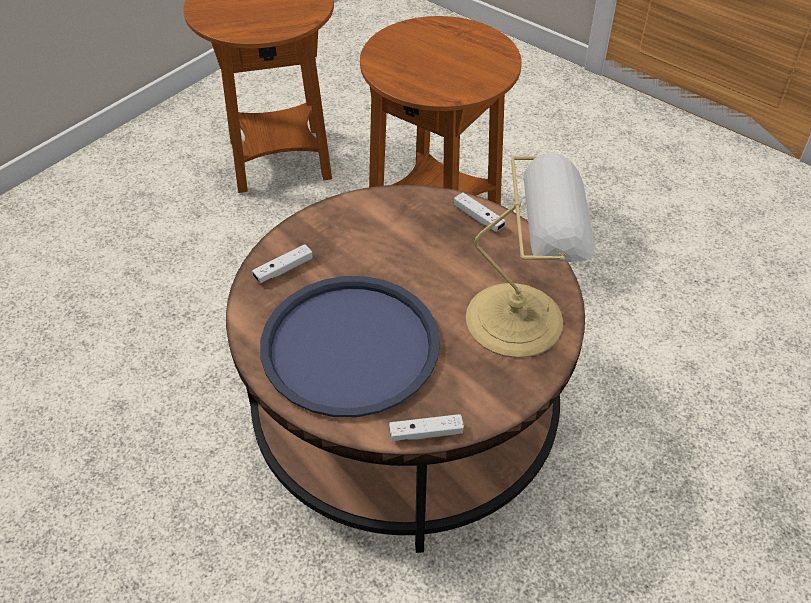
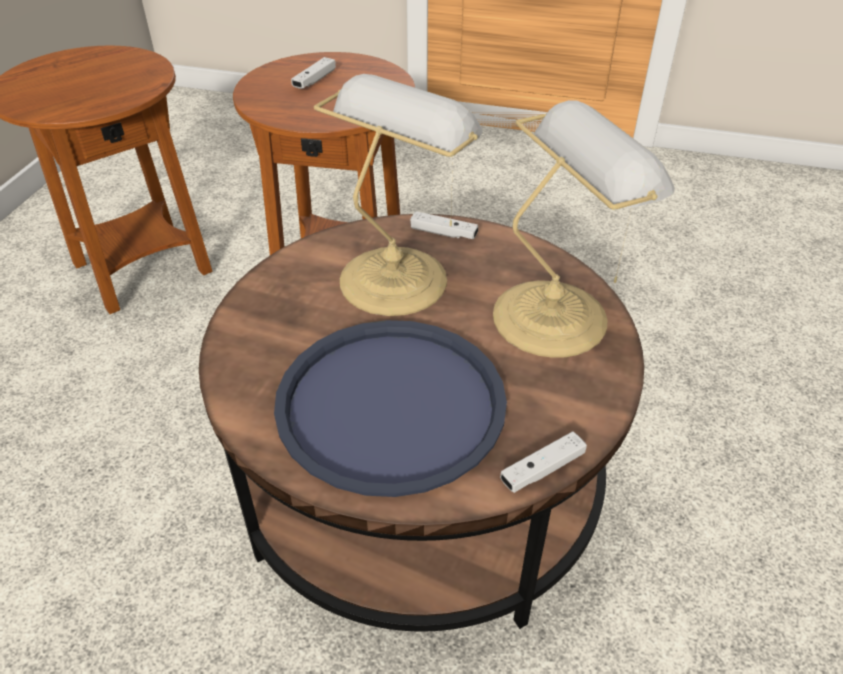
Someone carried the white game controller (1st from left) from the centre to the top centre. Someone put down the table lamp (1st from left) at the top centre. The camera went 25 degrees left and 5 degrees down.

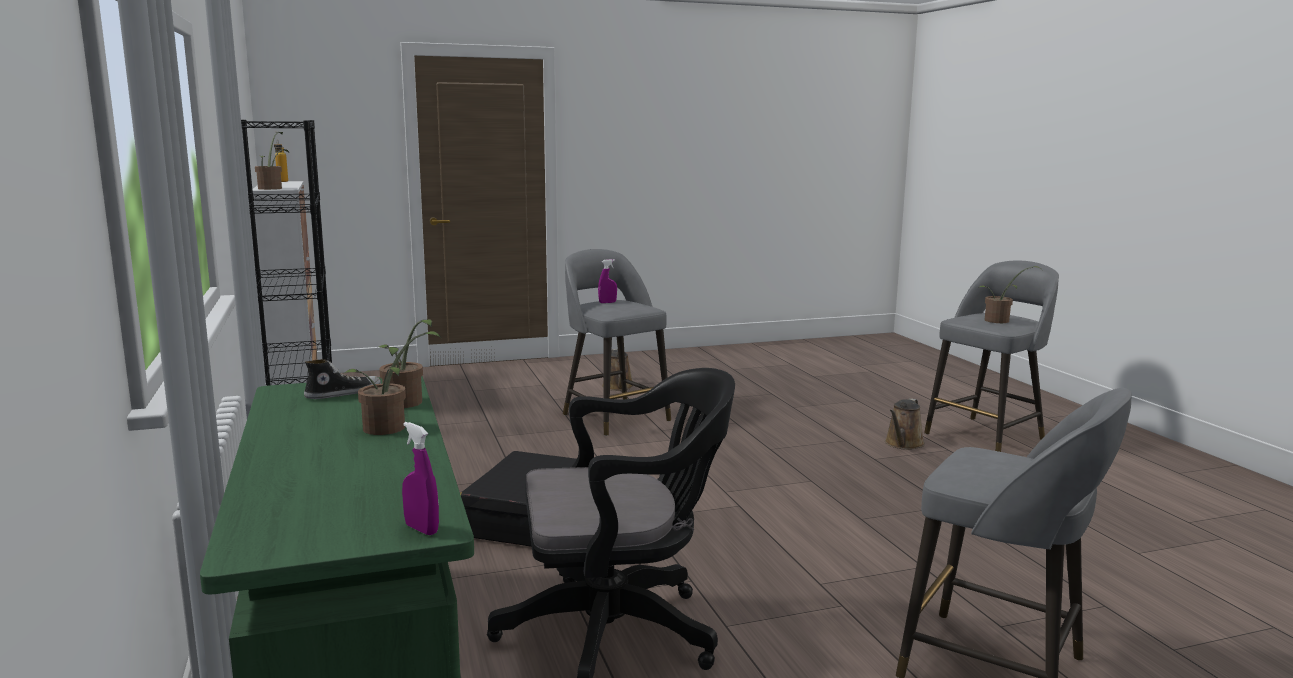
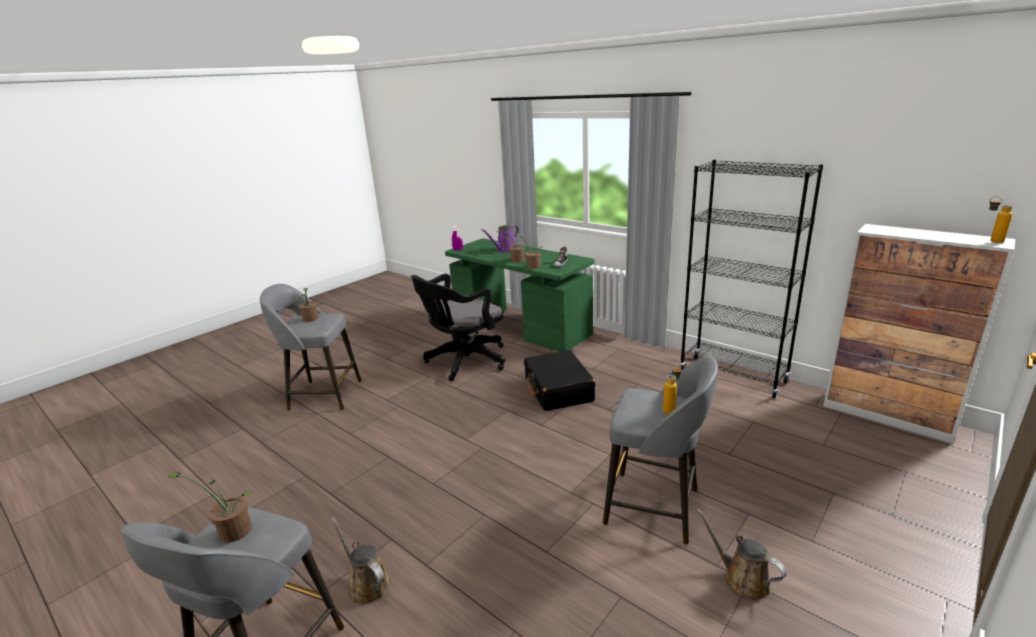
Someone carried the potted plant (1st from left in the first image) from the top left to the middle left. Someone swapped the purple spray bottle (2nd from left) at the centre for the bottle (1st from left) at the centre. Someone rotated the brown watering can (2nd from left in the first image) at the middle right by 45 degrees counterclockwise. Someone put down the purple watering can at the centre. The camera went 150 degrees right and 10 degrees up.

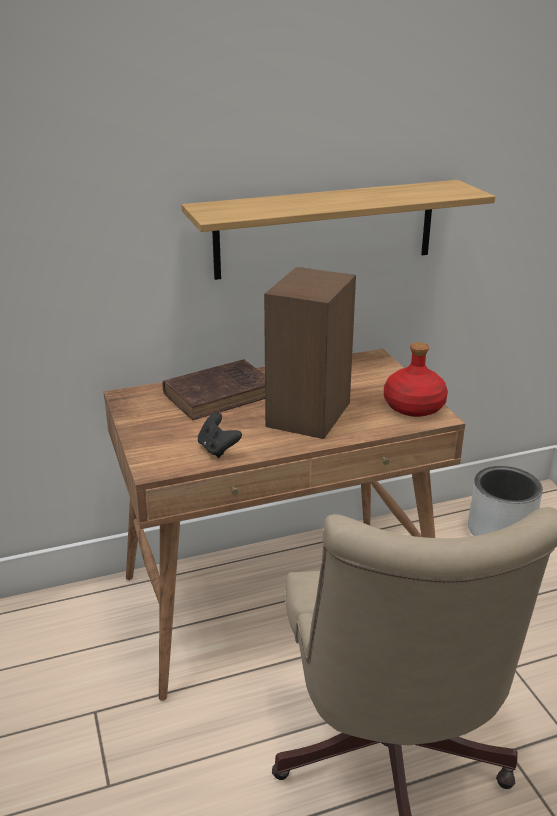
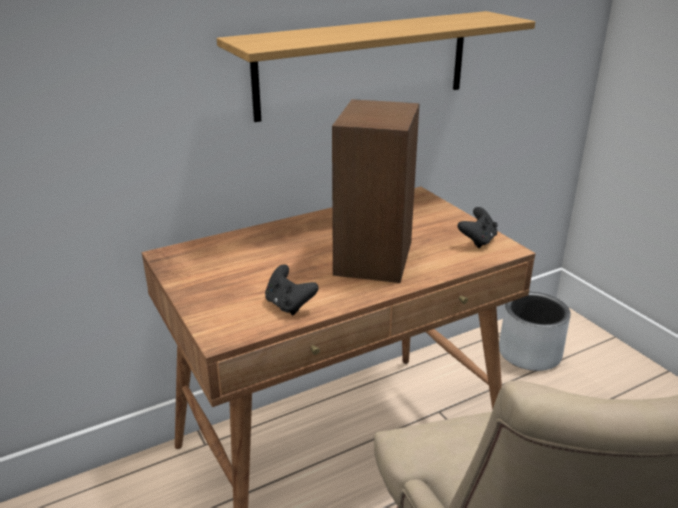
Someone took away the brown book at the centre. Someone swapped the red bottle at the middle right for the black game controller (2nd from left) at the middle right. The camera went 10 degrees left and 0 degrees up.

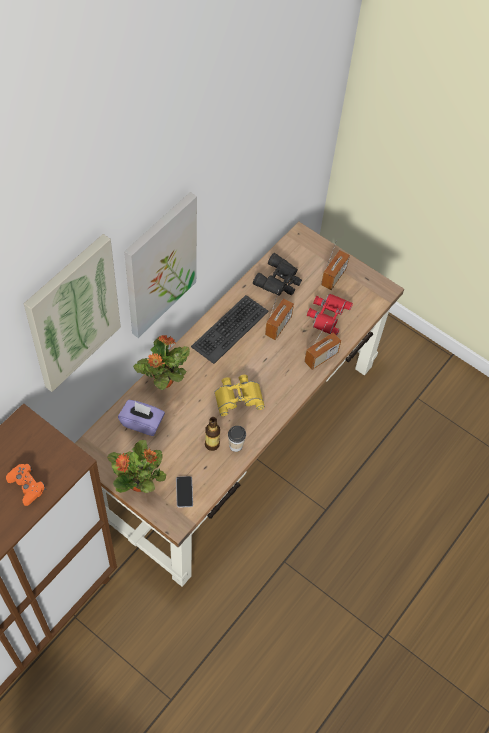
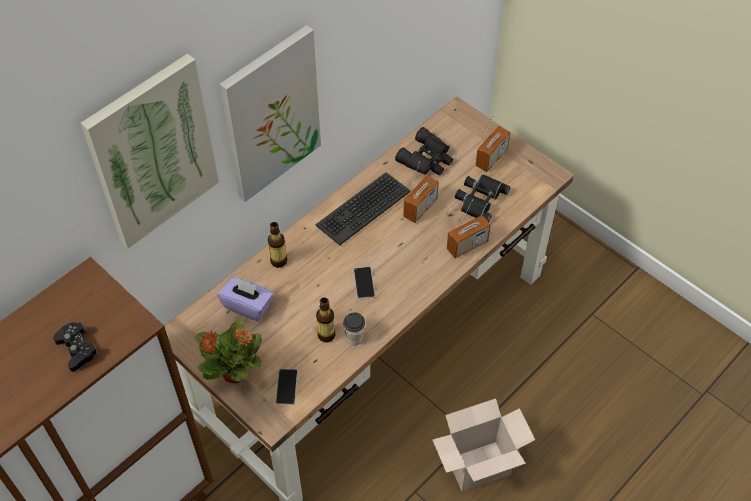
Someone repainted the orange game controller at the middle left, which became the black game controller at the bottom left. Someone swapped the potted plant (2nd from left) at the middle left for the bottle (1st from left) at the centre. Someone swapped the yellow binoculars at the centre for the phone (2nd from left) at the centre. Someone repainted the red binoculars at the middle right, which became the black binoculars (2nd from left) at the centre. Someone put down the cardboard box at the bottom centre. The camera went 10 degrees right and 5 degrees down.

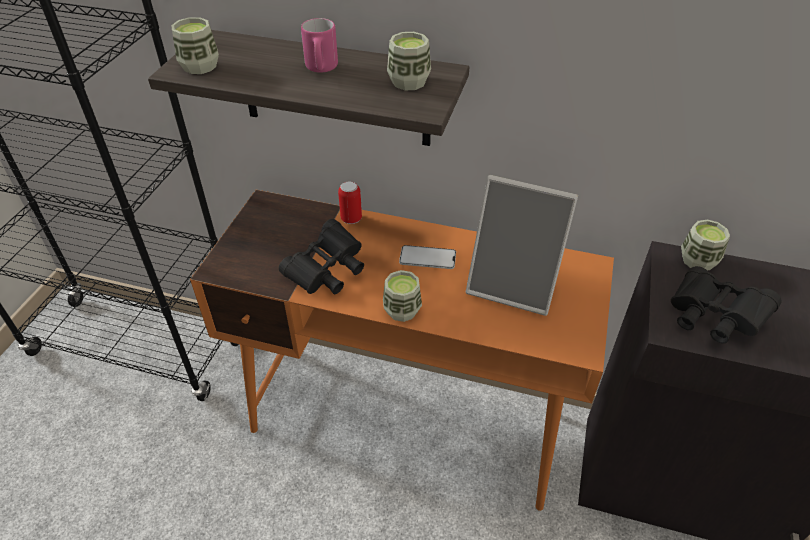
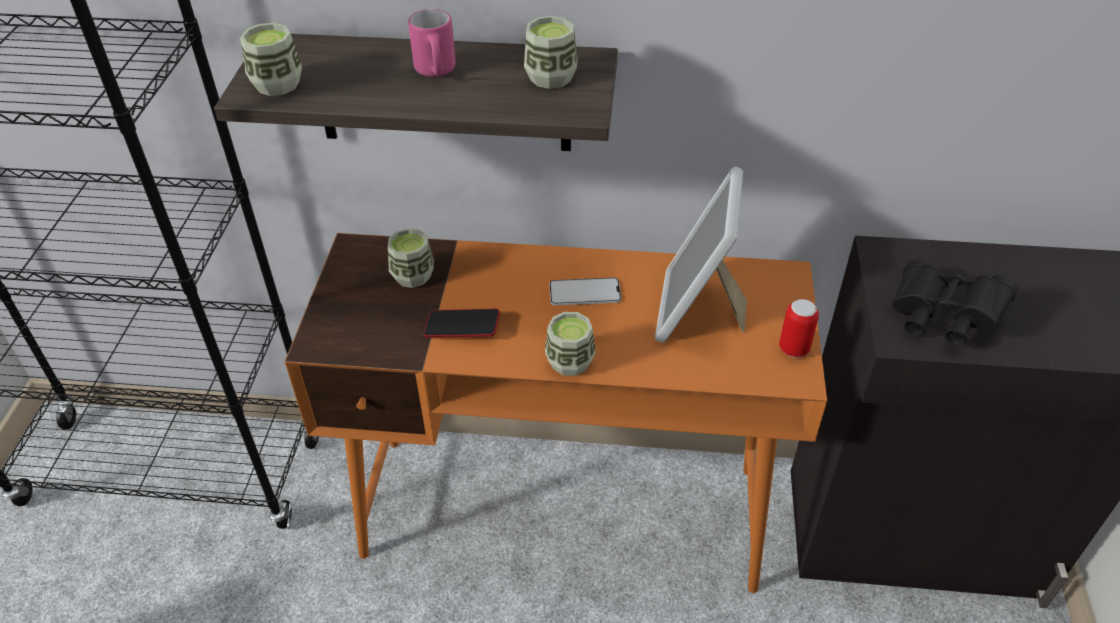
Someone swapped the black binoculars (1st from left) at the centre for the phone (1st from left) at the centre. Someone carried the can from the centre to the middle right. Someone rotated the picture frame at the centre by 90 degrees clockwise. Someone carried the cup (4th from left in the first image) from the middle right to the centre. The camera went 10 degrees left and 0 degrees up.

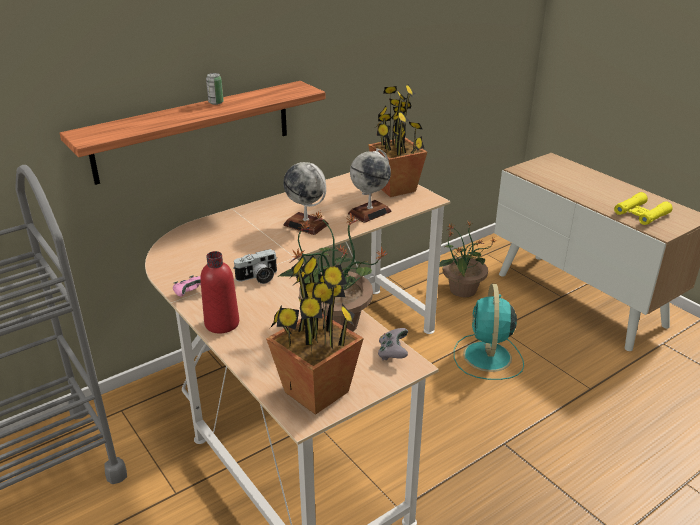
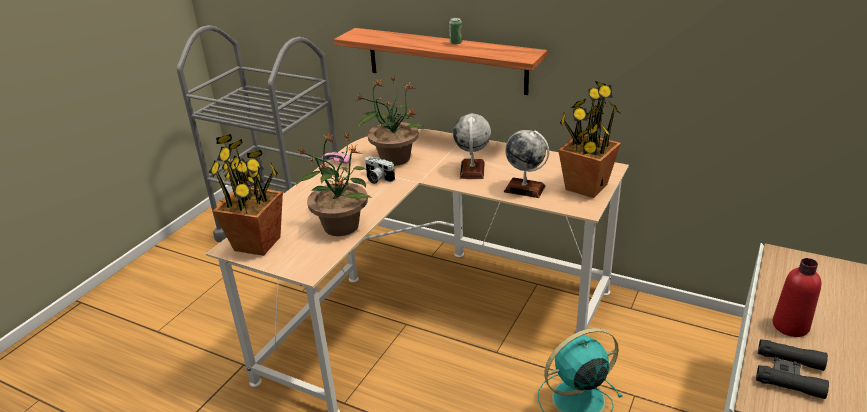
Someone carried the red bottle from the middle left to the bottom right. Someone took away the grey game controller at the centre. Someone carried the potted plant (4th from left in the first image) from the middle right to the top centre. Someone repainted the yellow binoculars at the middle right, which became the black binoculars at the bottom right. The camera went 65 degrees right and 0 degrees up.

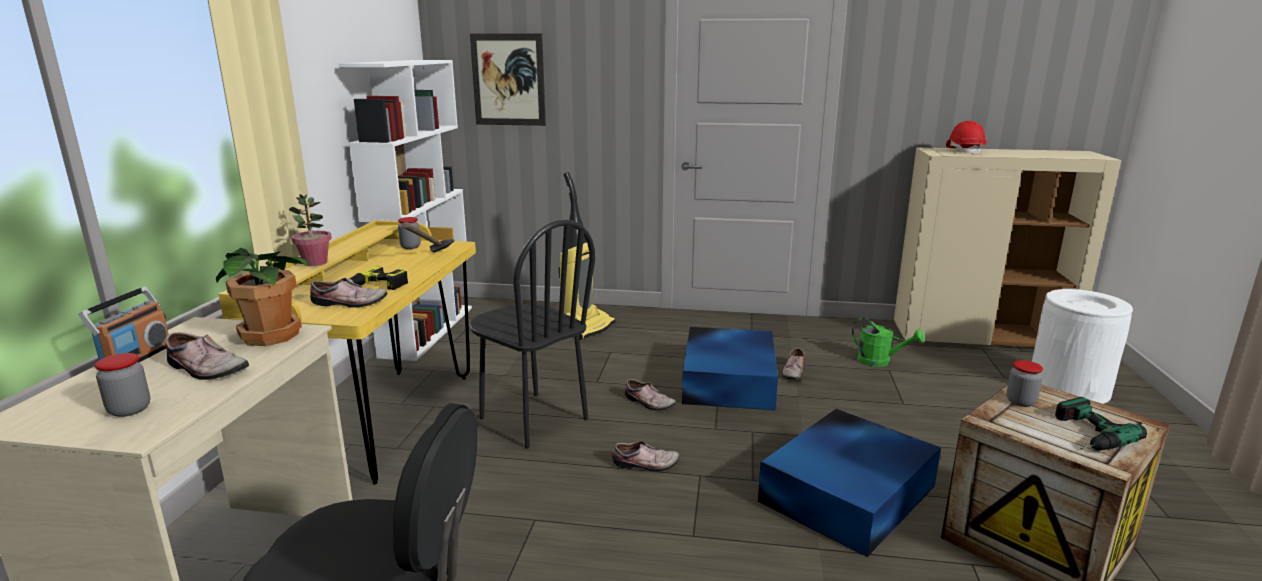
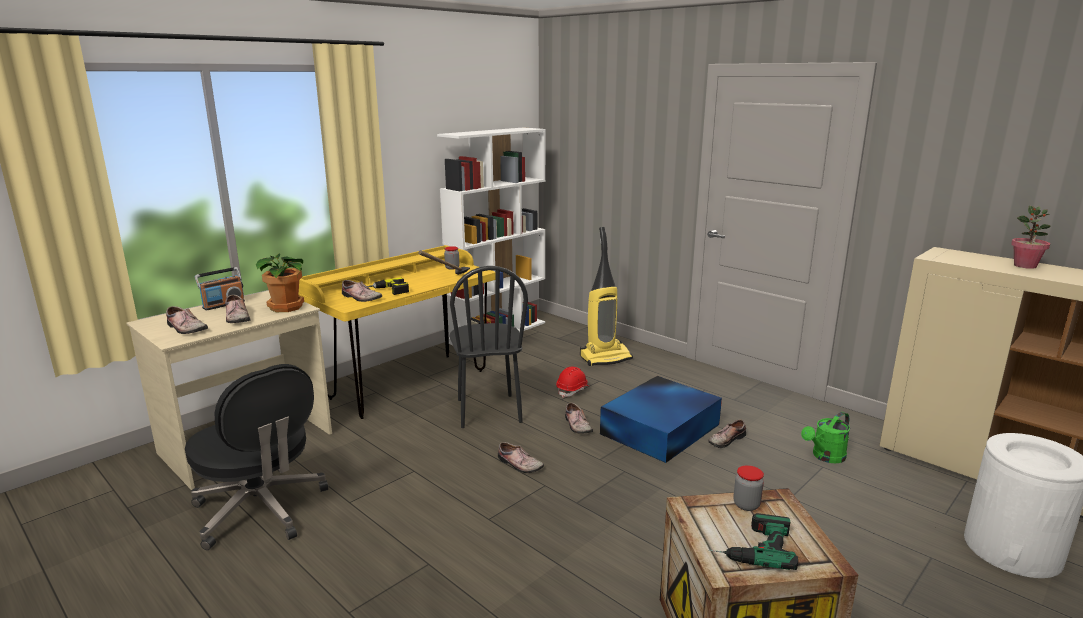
Someone swapped the jar (1st from left) at the middle left for the shoe (1st from left) at the middle left. Someone carried the potted plant (2nd from left) from the middle left to the middle right. Someone took away the picture at the top centre. Someone took away the blue storage box (2nd from left) at the bottom right. Someone rotated the green watering can at the middle right by 75 degrees clockwise. Someone carried the red hard hat from the top right to the centre. The camera went 35 degrees right and 0 degrees up.

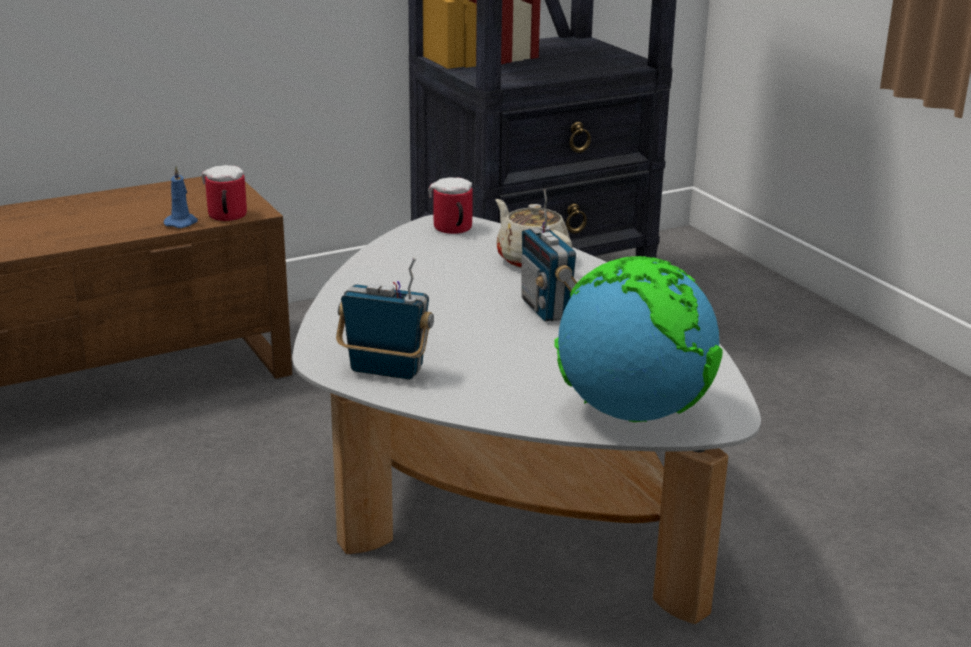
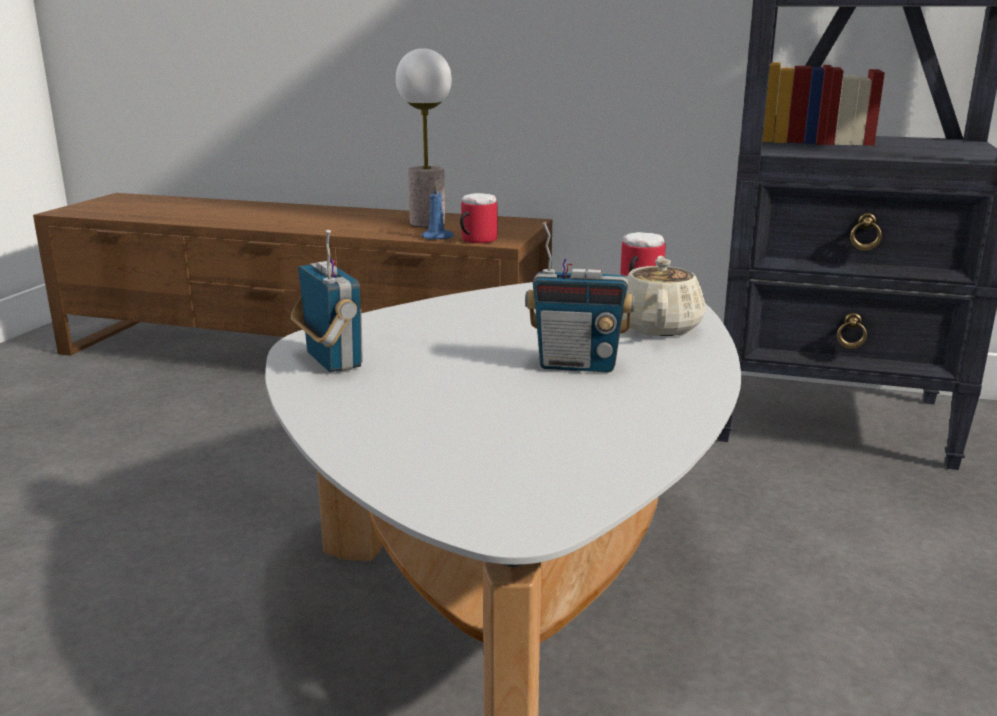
Someone rotated the radio (2nd from left) at the centre by 105 degrees counterclockwise. Someone took away the globe at the centre. Someone put down the table lamp at the top centre. The camera went 45 degrees right and 5 degrees down.

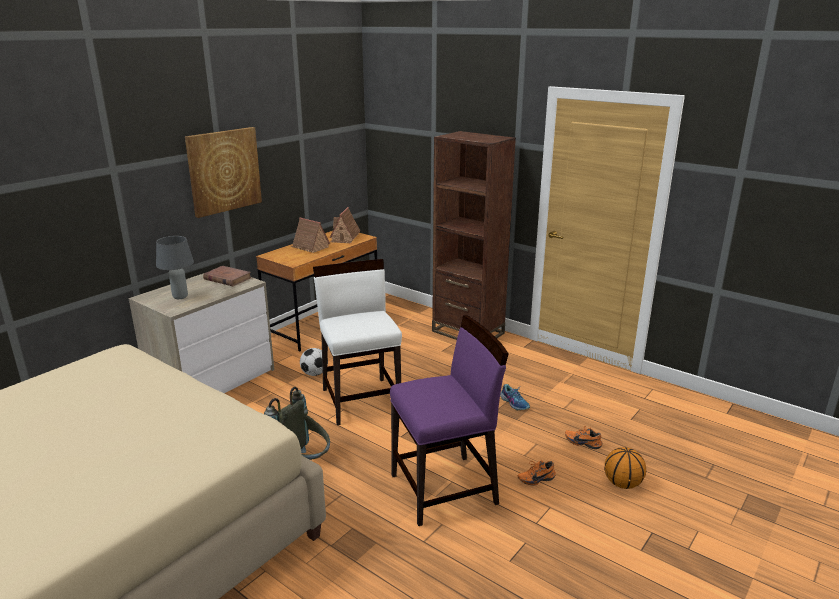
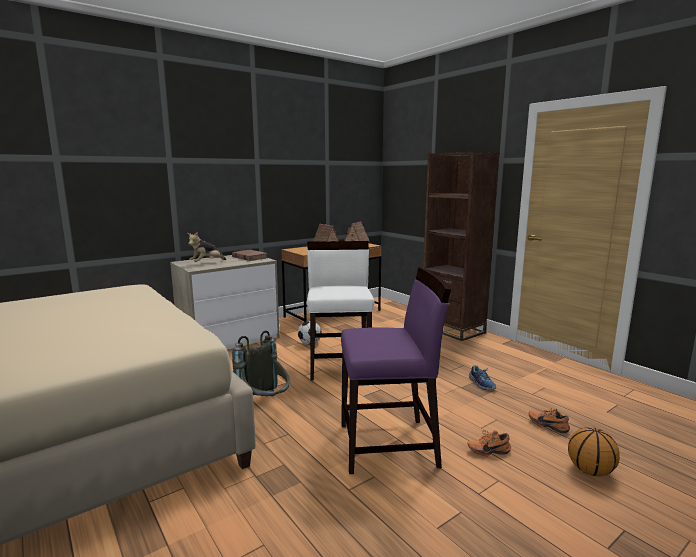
Someone swapped the grey table lamp at the middle left for the plush toy at the middle left. Someone took away the picture at the top left. The camera went 15 degrees right and 10 degrees down.

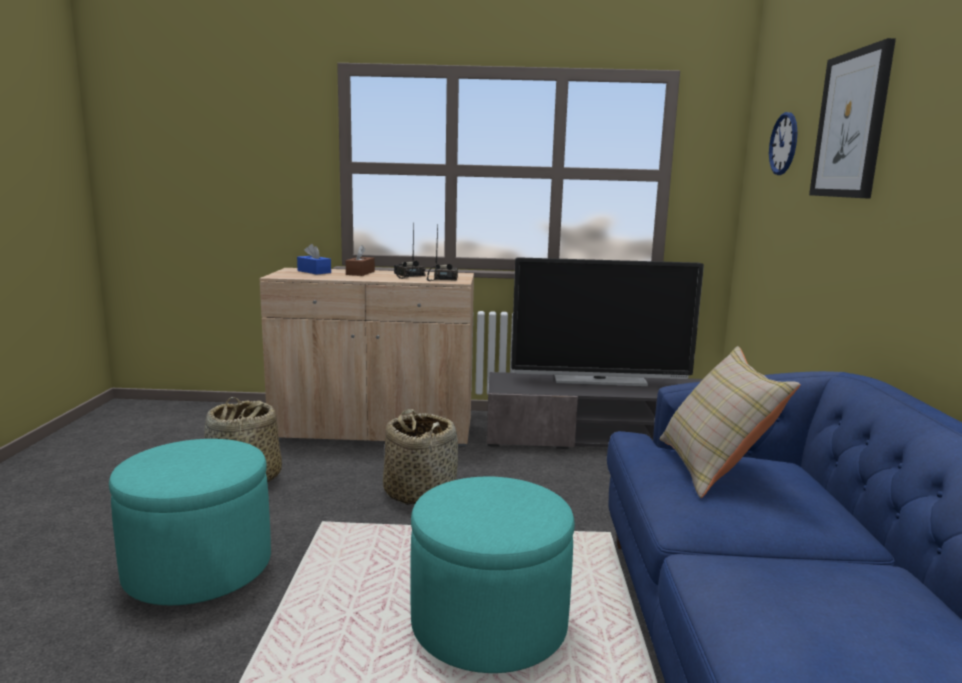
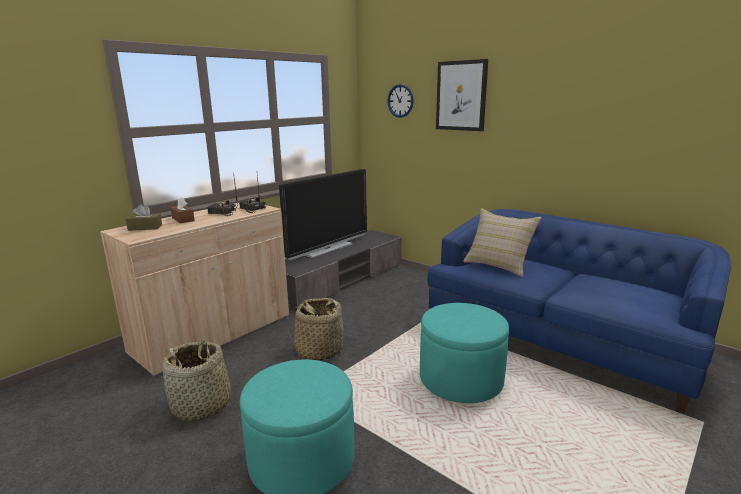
Someone repainted the blue tissue box at the middle left, which became the brown tissue box (1st from left) at the middle left. The camera went 50 degrees left and 5 degrees up.

